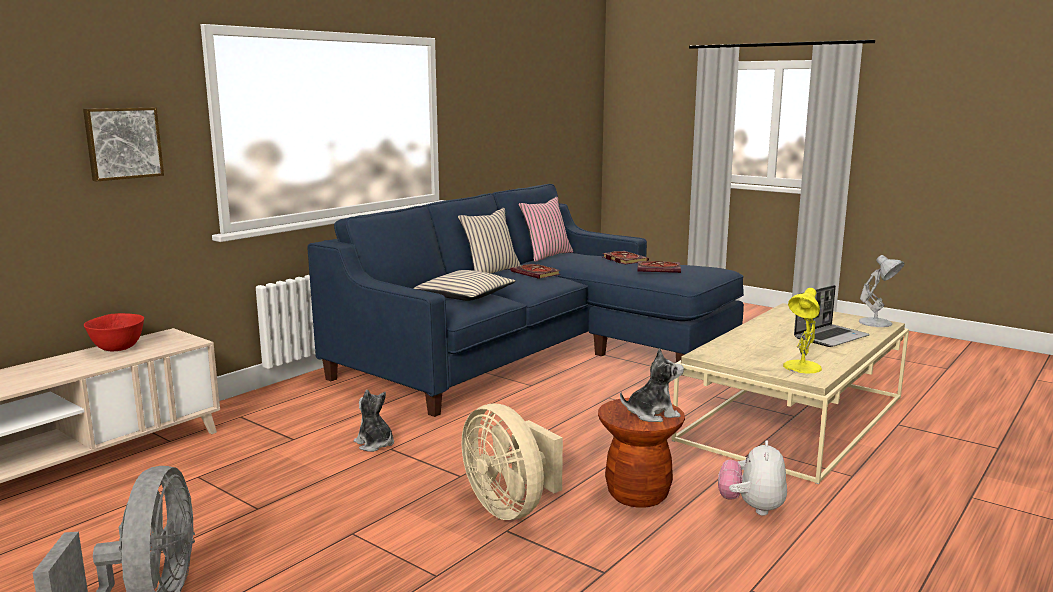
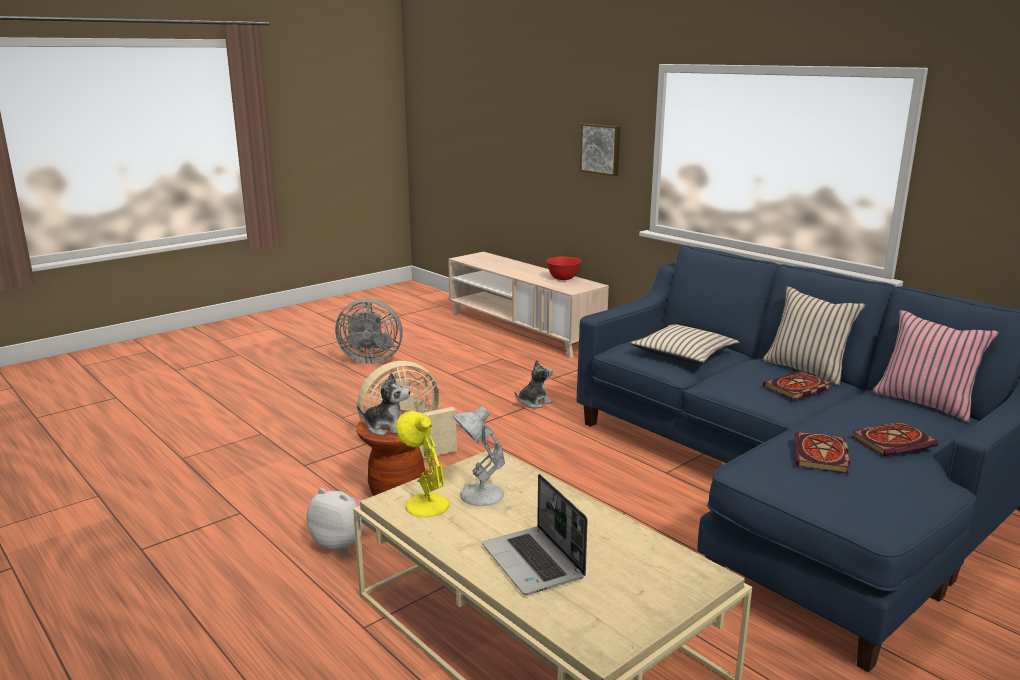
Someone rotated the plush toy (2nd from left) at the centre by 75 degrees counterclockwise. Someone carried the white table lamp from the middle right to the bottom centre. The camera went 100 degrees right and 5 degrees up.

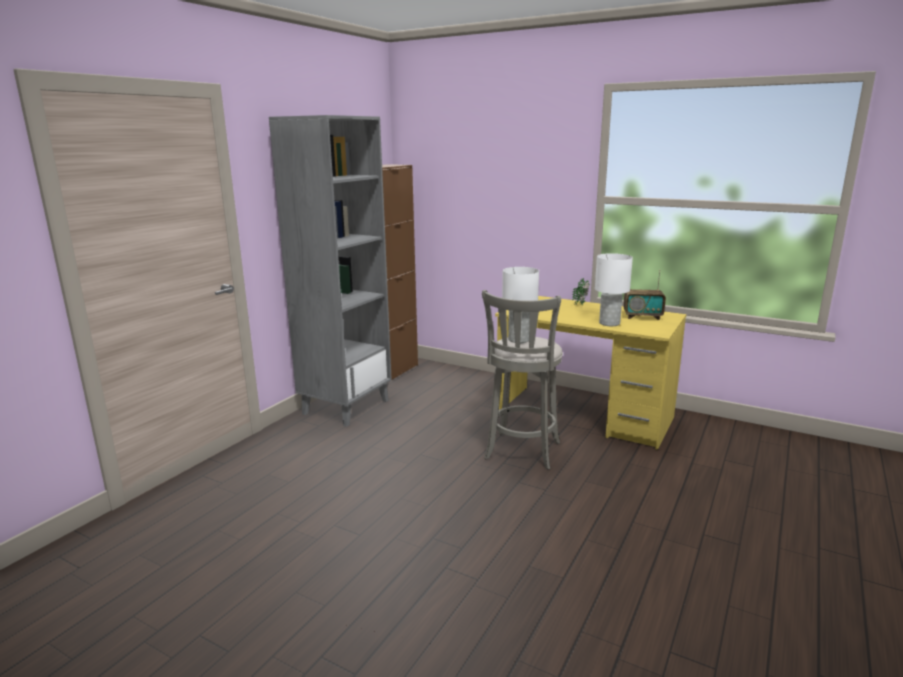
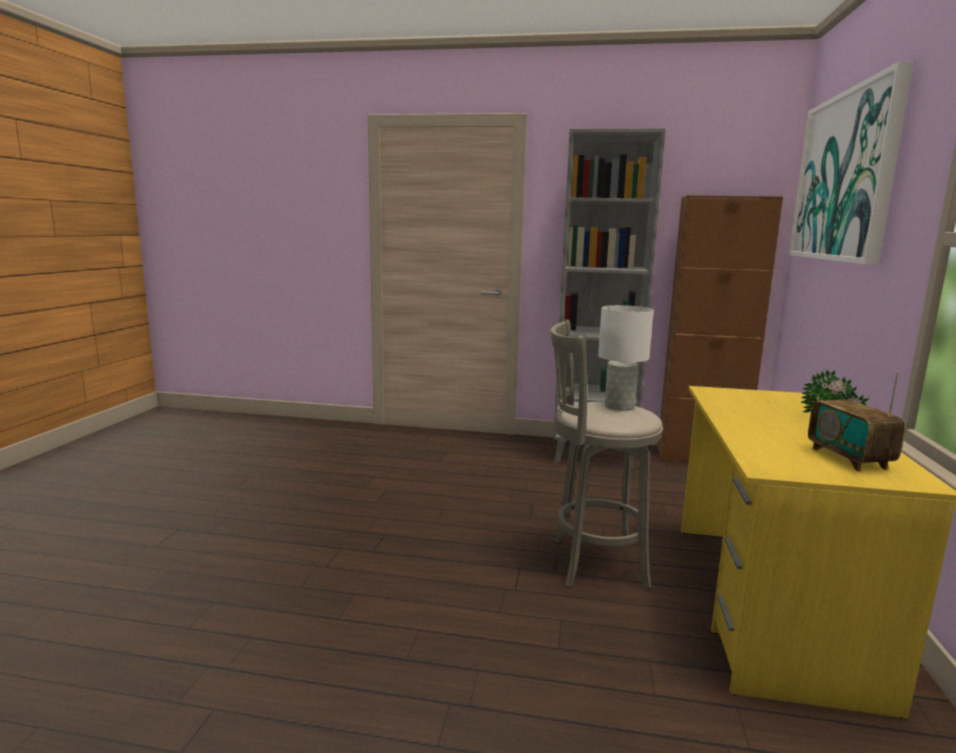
Someone took away the white table lamp (2nd from left) at the middle right. Someone put up the picture at the top right. The camera went 70 degrees right and 5 degrees down.

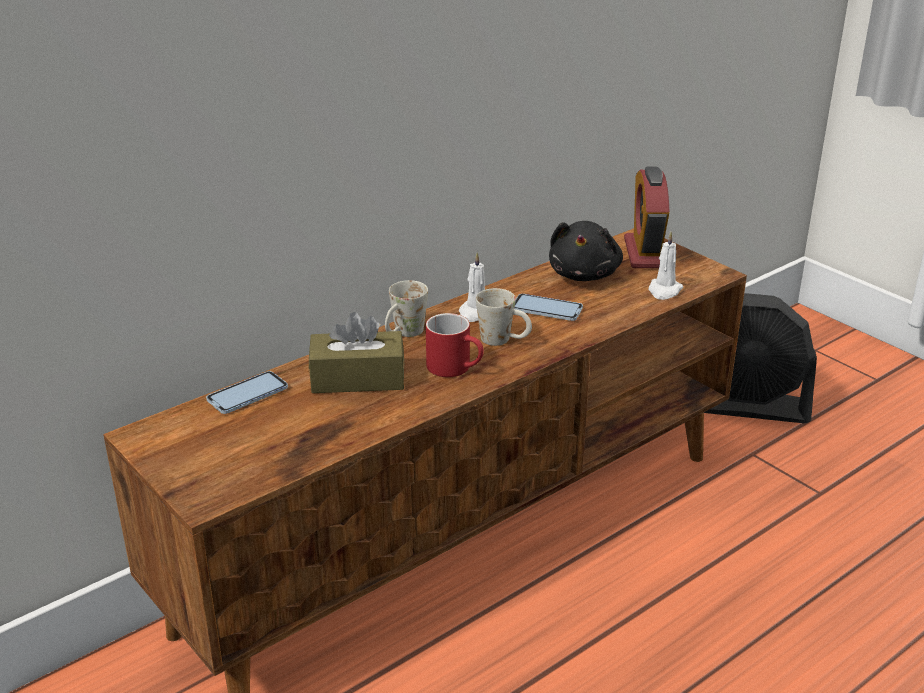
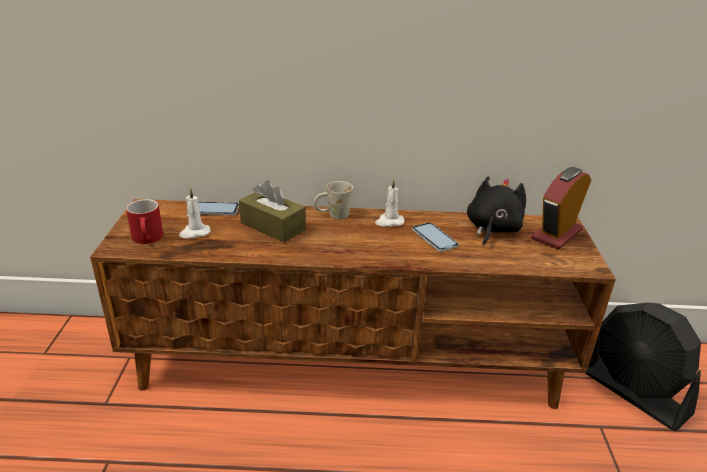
Someone carried the red mug from the centre to the middle left. Someone took away the white mug (2nd from left) at the centre. Someone rotated the black plush toy at the centre by 150 degrees clockwise. Someone carried the white candle (2nd from left in the first image) from the middle right to the middle left. The camera went 40 degrees right and 0 degrees up.

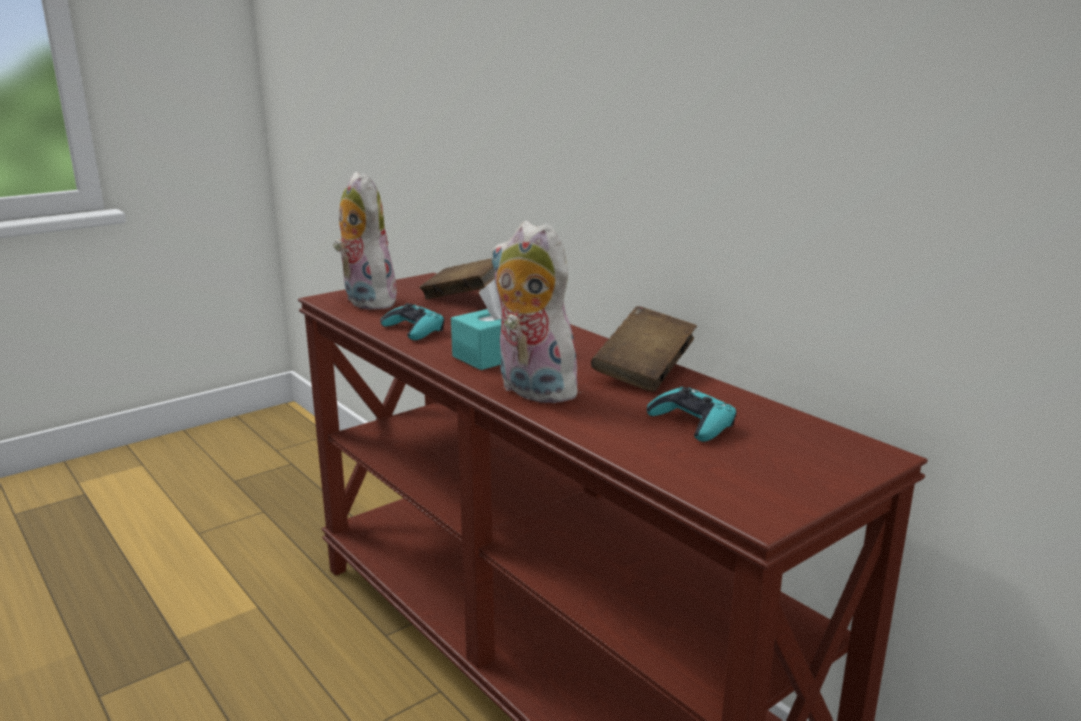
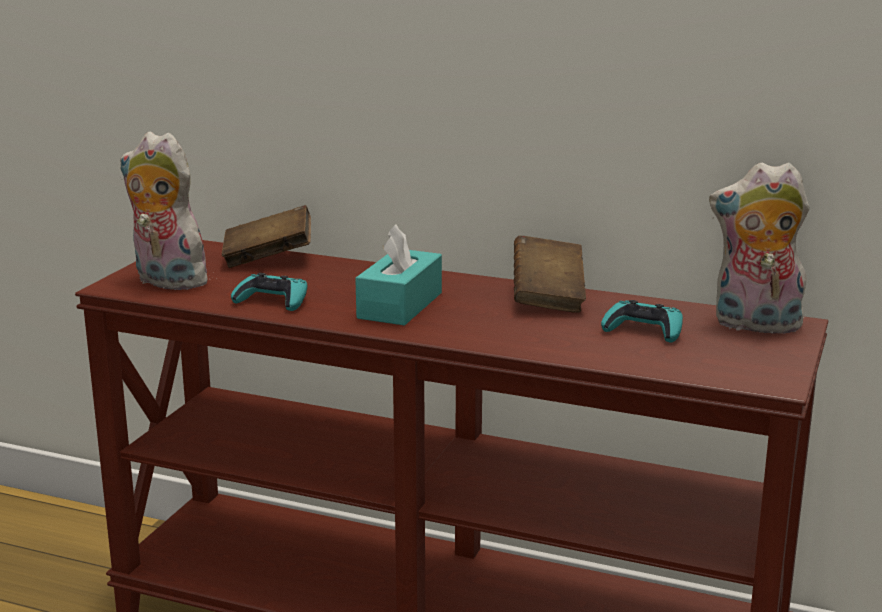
Someone carried the plush toy (2nd from left) from the centre to the middle right. The camera went 30 degrees left and 0 degrees up.

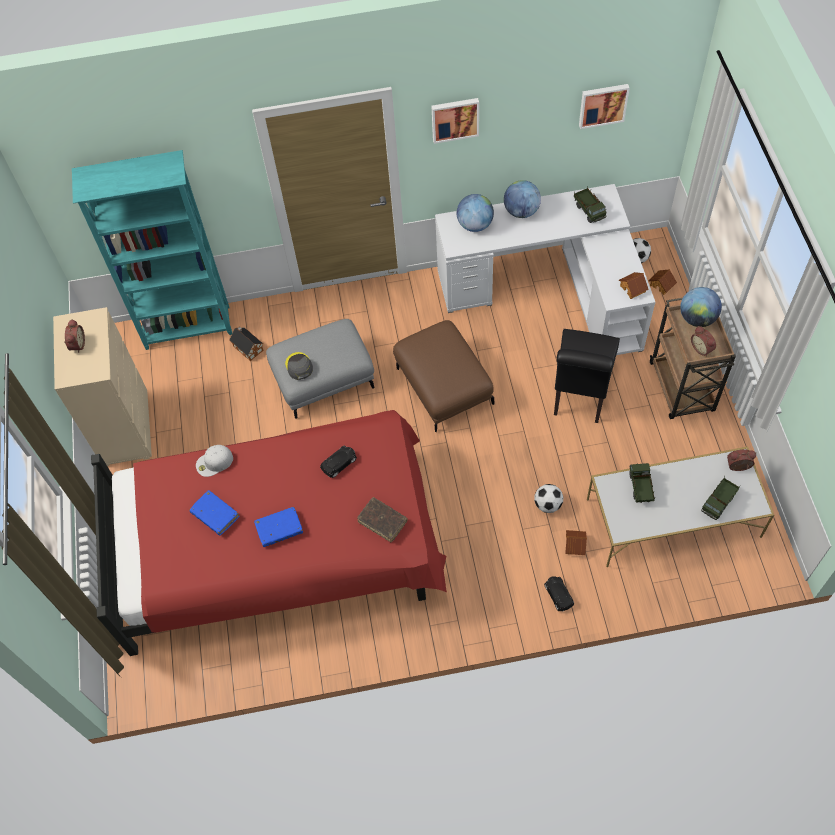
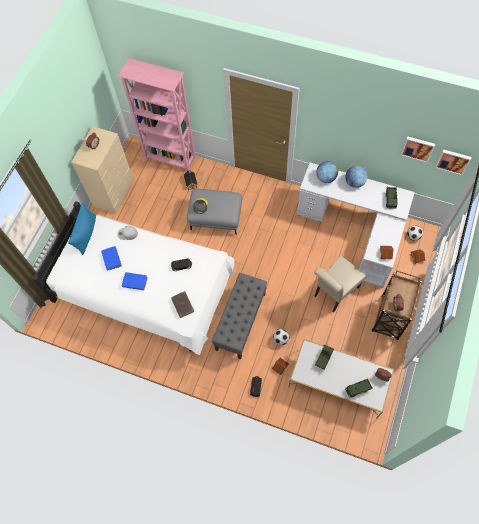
Someone repainted the turquoise bookcase at the top left, which became the pink bookcase at the top left. Someone repainted the red bed at the middle left, which became the white bed at the middle left. Someone took away the brown ottoman at the centre. Someone carried the picture (1st from left in the first image) from the top centre to the top right. Someone repainted the black chair at the middle right, which became the beige chair at the middle right. Someone took away the globe (3rd from left) at the middle right. Someone put down the blue pillow at the middle left. Someone put down the grey bench at the centre. The camera went 30 degrees right and 5 degrees up.

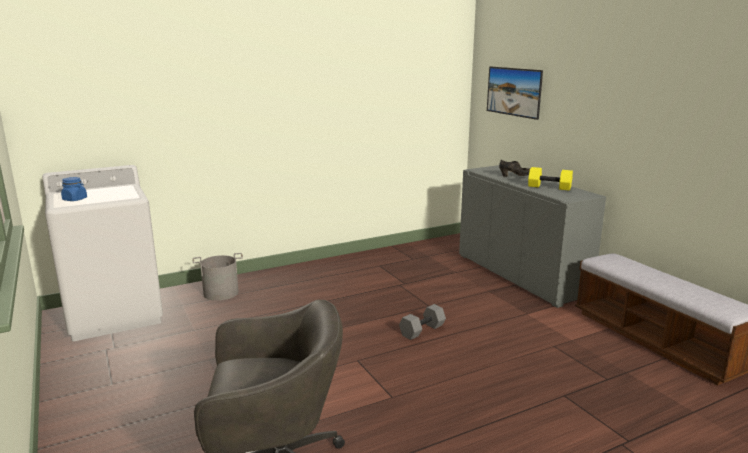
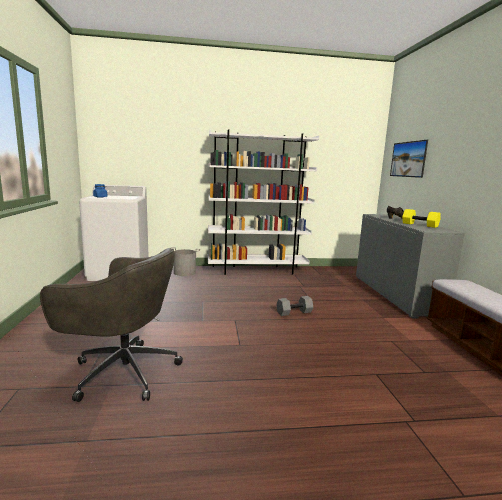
Someone put down the white bookcase at the centre. The camera went 20 degrees right and 5 degrees down.

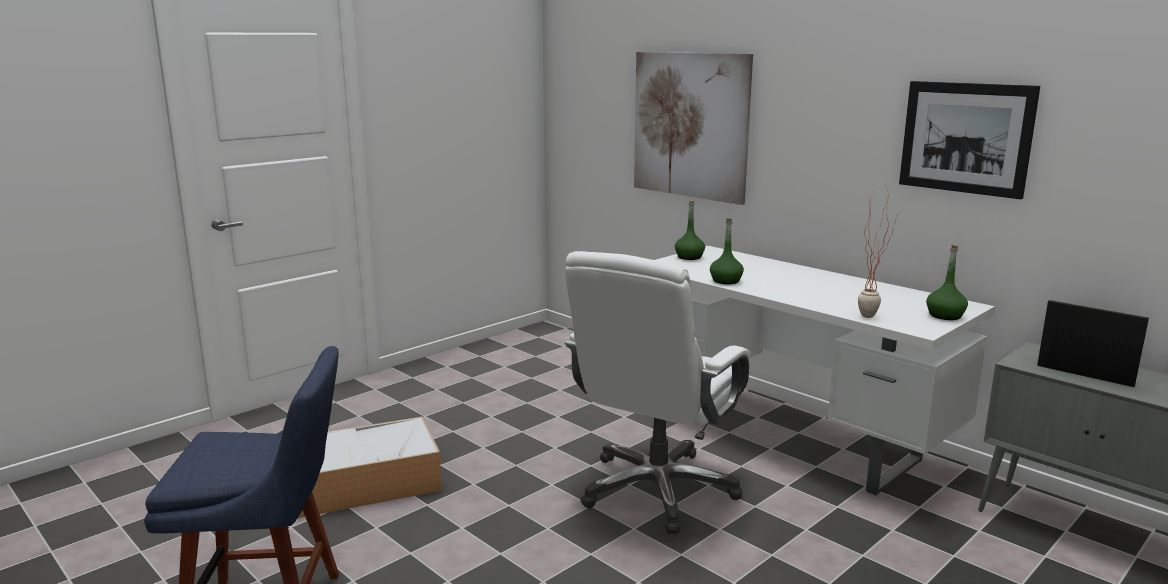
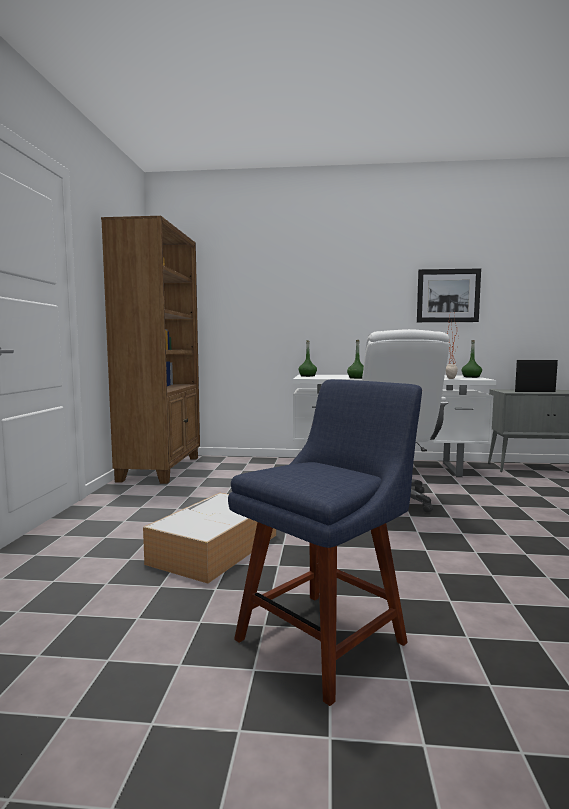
Someone took away the picture (1st from left) at the top centre. Someone put down the brown bookcase at the middle left. The camera went 40 degrees left and 10 degrees down.

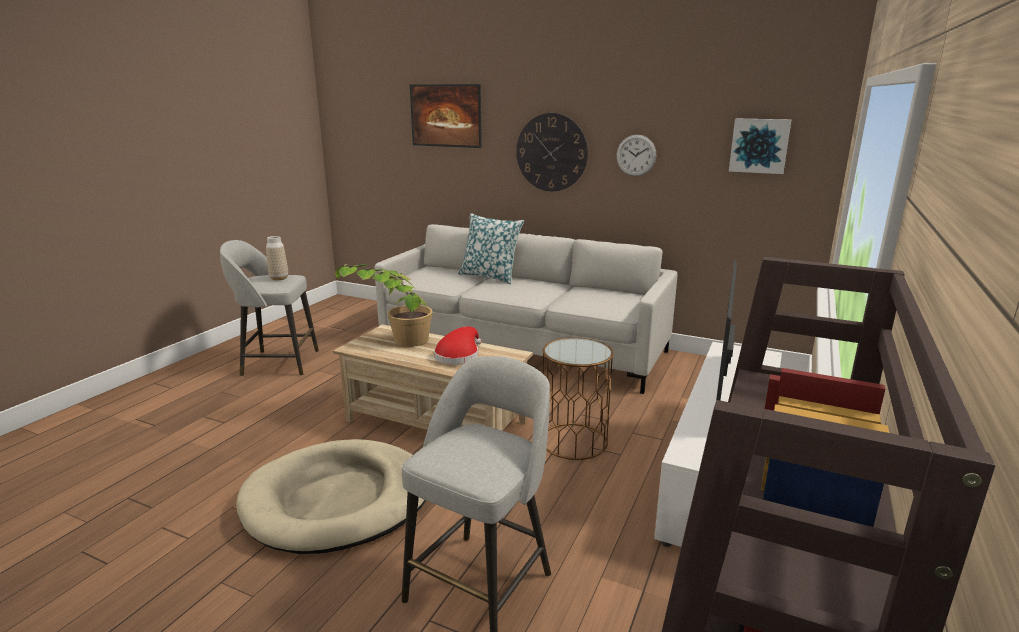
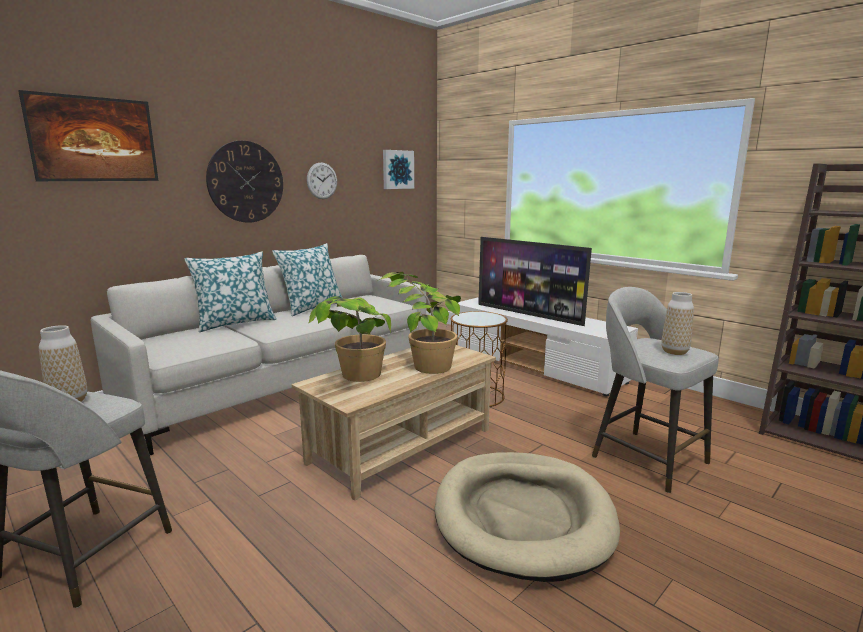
Someone swapped the red hat at the centre for the potted plant (2nd from left) at the centre. Someone put down the pillow (2nd from left) at the centre. Someone put down the vase (2nd from left) at the middle right. The camera went 70 degrees left and 5 degrees down.

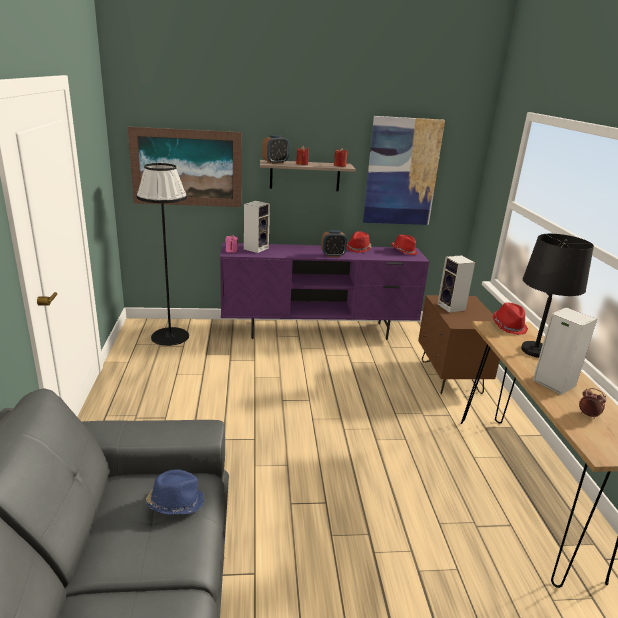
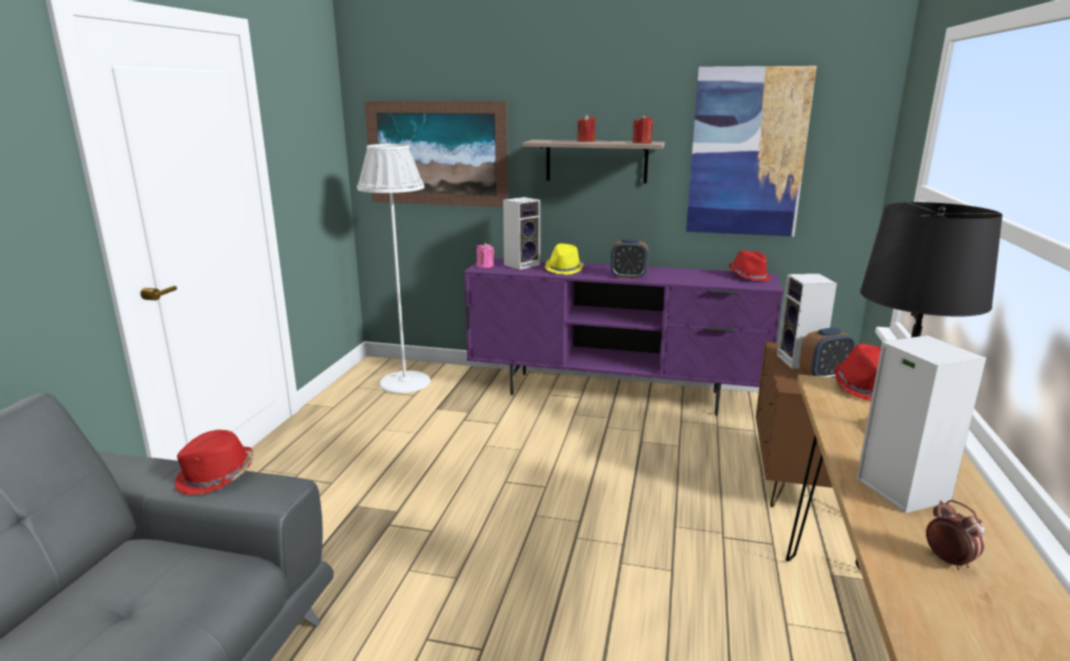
Someone repainted the black floor lamp at the middle left, which became the white floor lamp at the centre. Someone took away the blue hat at the bottom left. Someone carried the alarm clock (1st from left in the first image) from the top centre to the middle right. Someone carried the red hat (1st from left) from the centre to the bottom left. Someone put down the yellow hat at the centre. The camera went 20 degrees right and 5 degrees down.

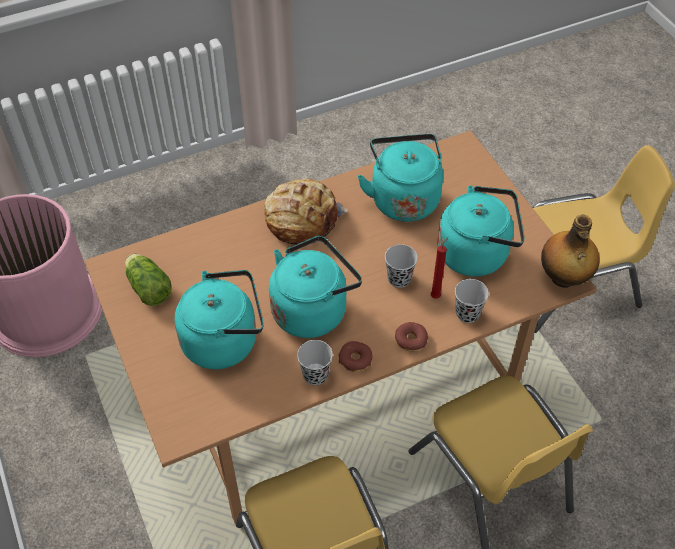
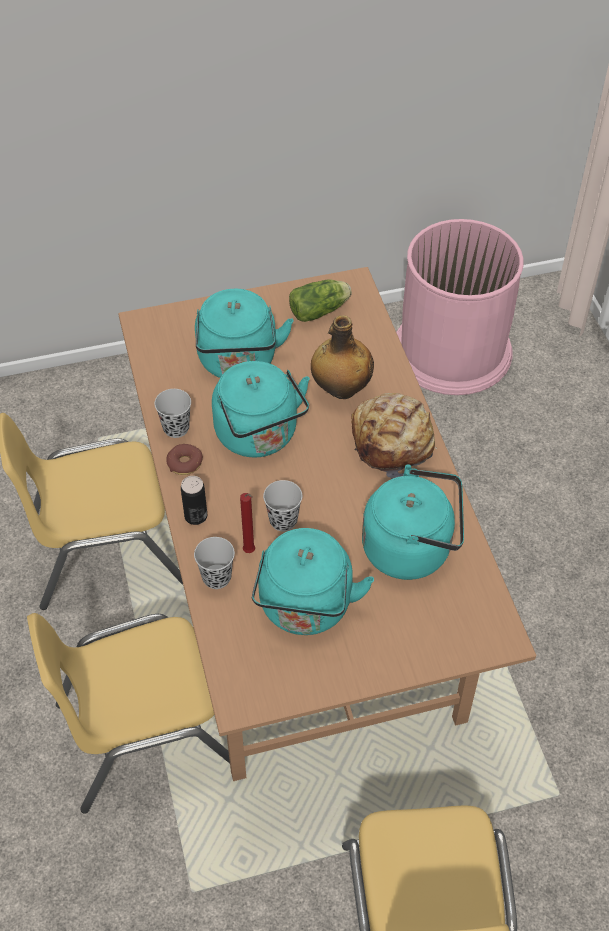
Someone swapped the donut (2nd from left) at the centre for the can at the middle left. Someone carried the bottle from the middle right to the centre. The camera went 100 degrees right and 0 degrees up.

